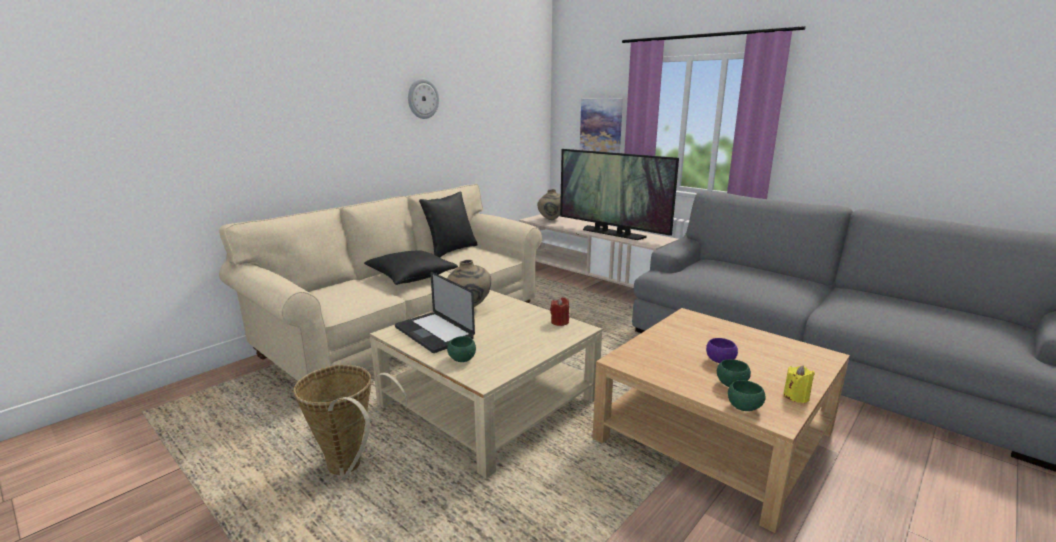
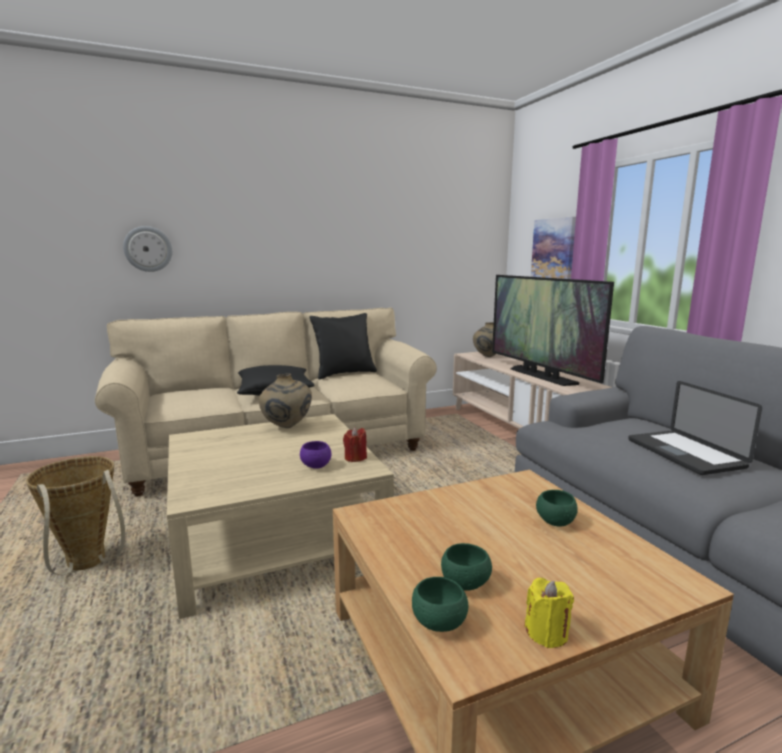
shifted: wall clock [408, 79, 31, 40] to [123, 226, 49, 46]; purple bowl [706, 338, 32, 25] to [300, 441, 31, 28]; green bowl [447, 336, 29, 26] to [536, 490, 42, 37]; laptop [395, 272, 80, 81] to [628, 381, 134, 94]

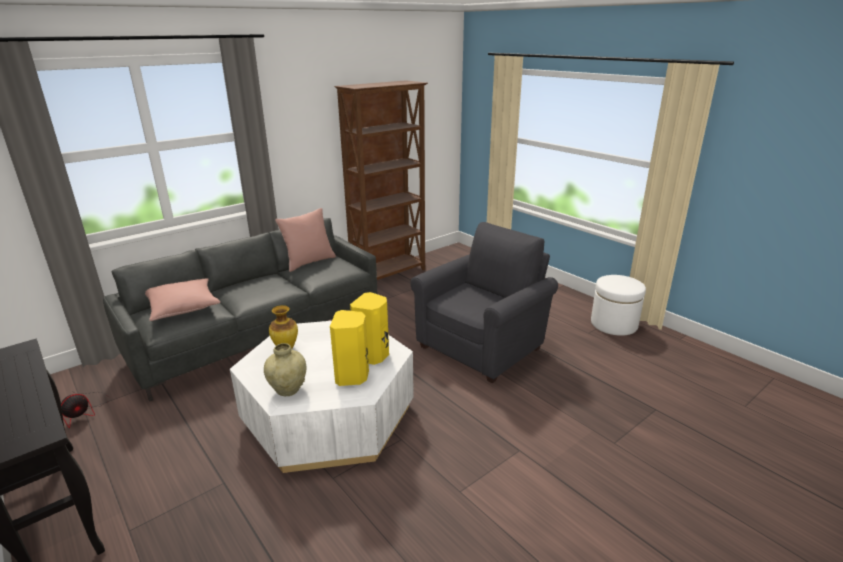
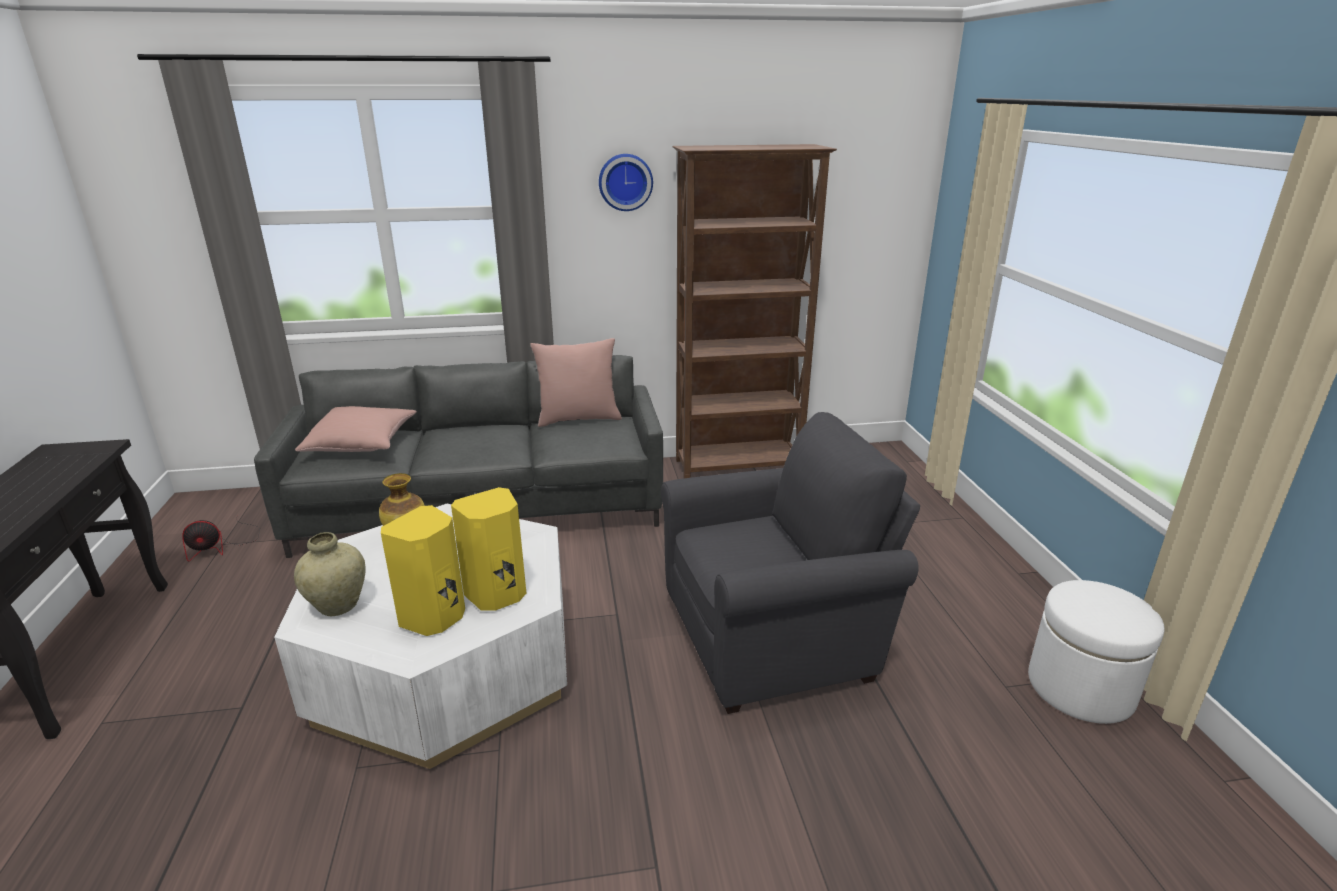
new: wall clock [599, 154, 54, 57]

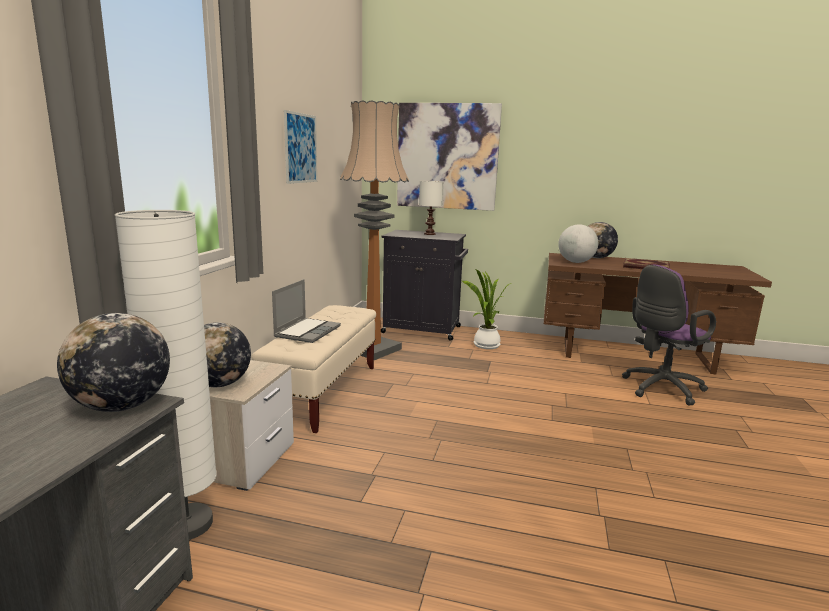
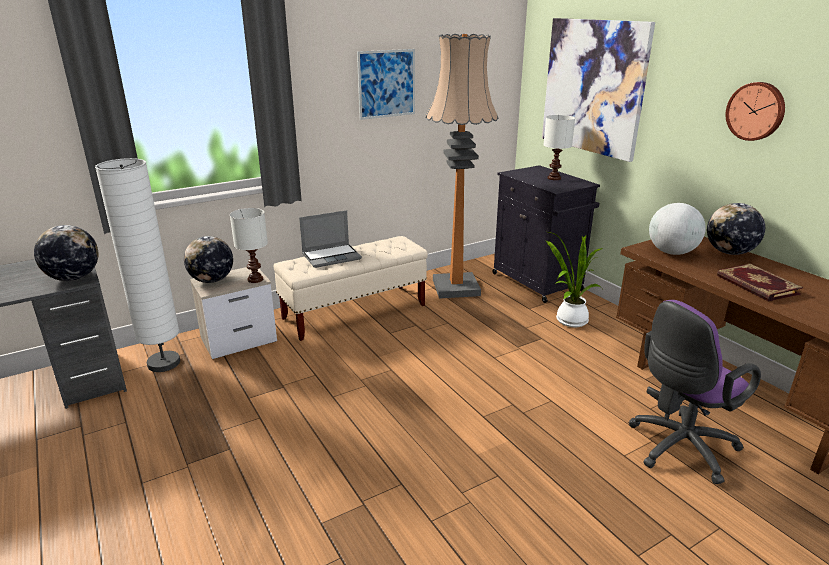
new: white table lamp [230, 208, 38, 75]; wall clock [726, 82, 59, 59]
rotated: purple office chair [622, 265, 94, 140] = [629, 300, 132, 184] 45 degrees counterclockwise

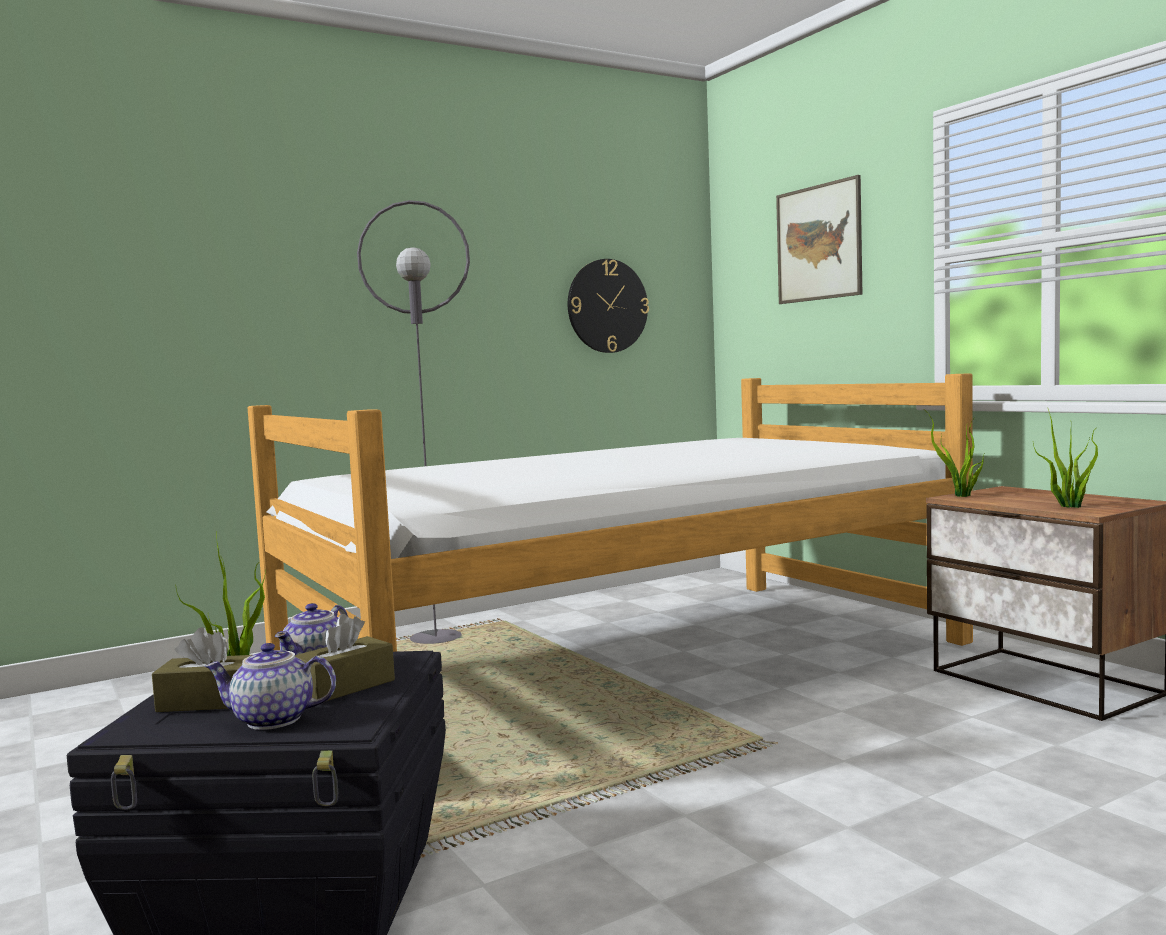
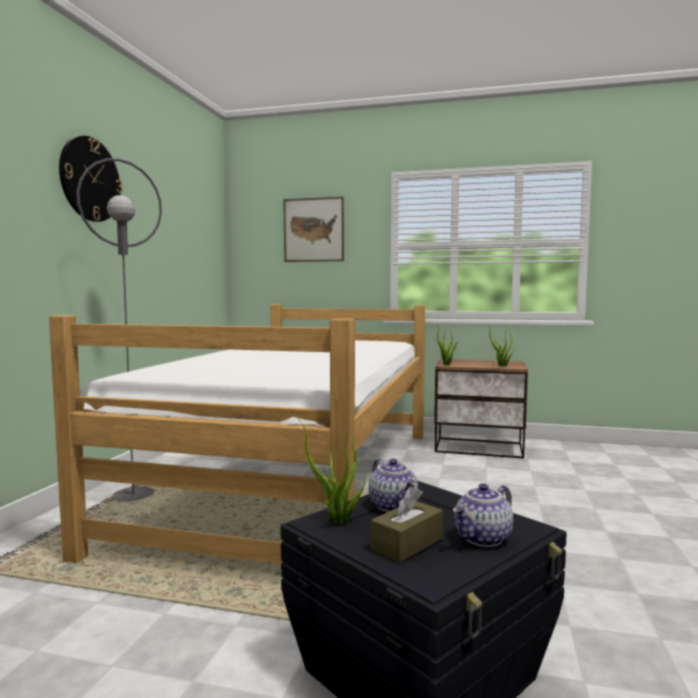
gone: brown tissue box [295, 614, 100, 87]
shifted: wall clock [568, 259, 81, 94] to [59, 136, 63, 86]

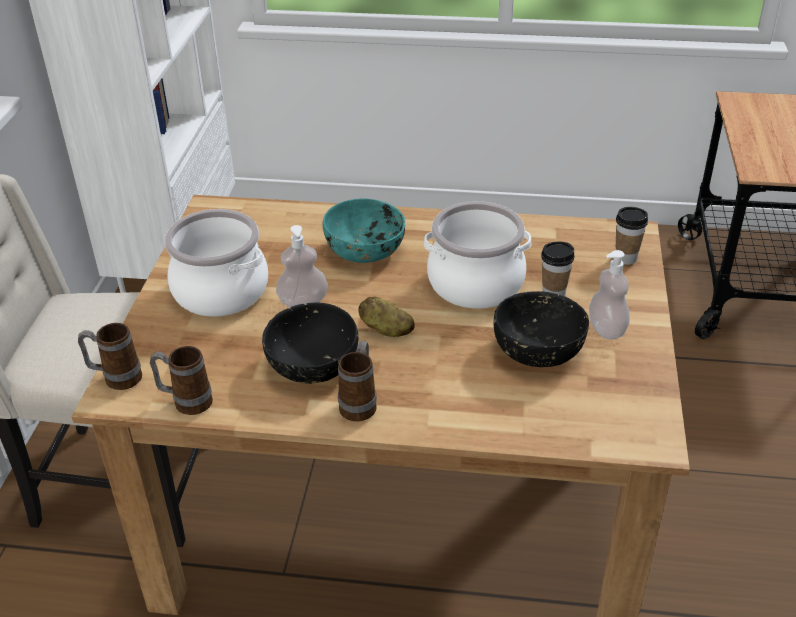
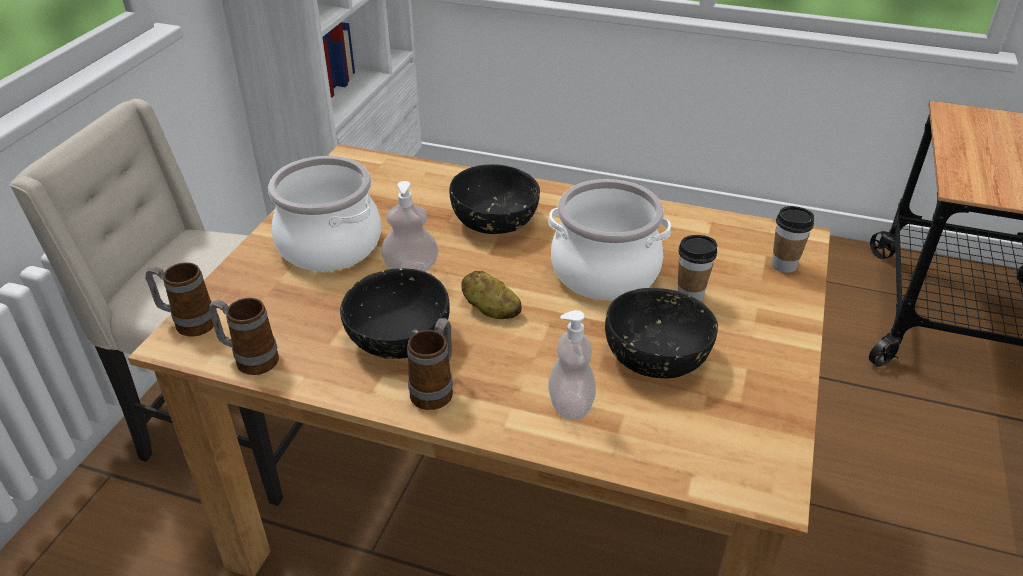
shifted: soap dispenser [589, 250, 41, 89] to [548, 310, 48, 110]
repainted: turquoise bowl [322, 199, 83, 64] to black bowl [449, 164, 91, 70]

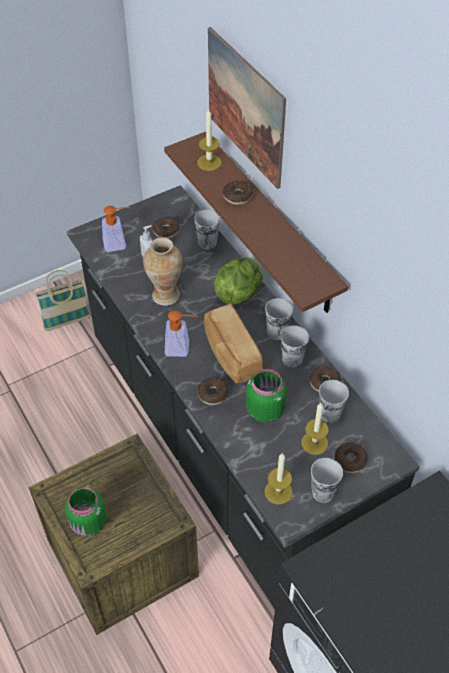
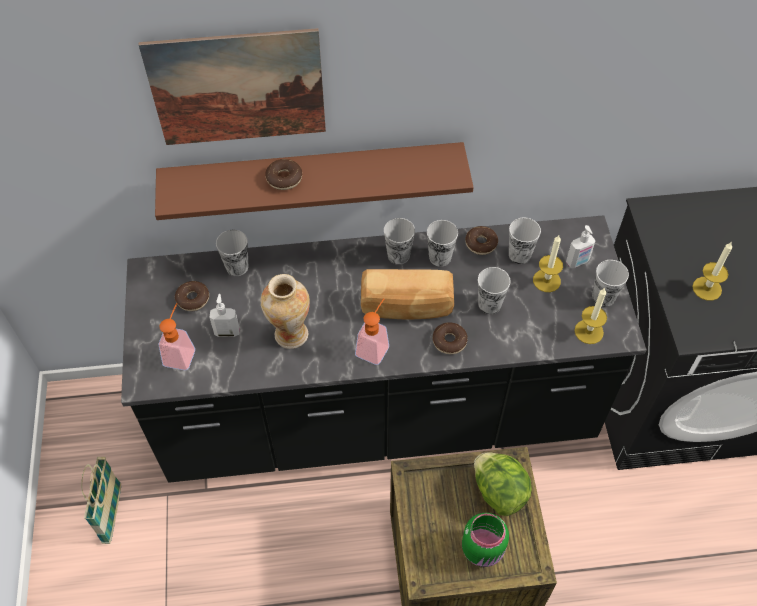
shifted: lettuce [213, 257, 50, 47] to [474, 452, 58, 64]; candle [197, 108, 25, 63] to [692, 242, 40, 59]
swapped: green jar [246, 369, 41, 54] to cup [478, 267, 32, 47]; donut [334, 443, 34, 30] to soap dispenser [566, 225, 30, 43]

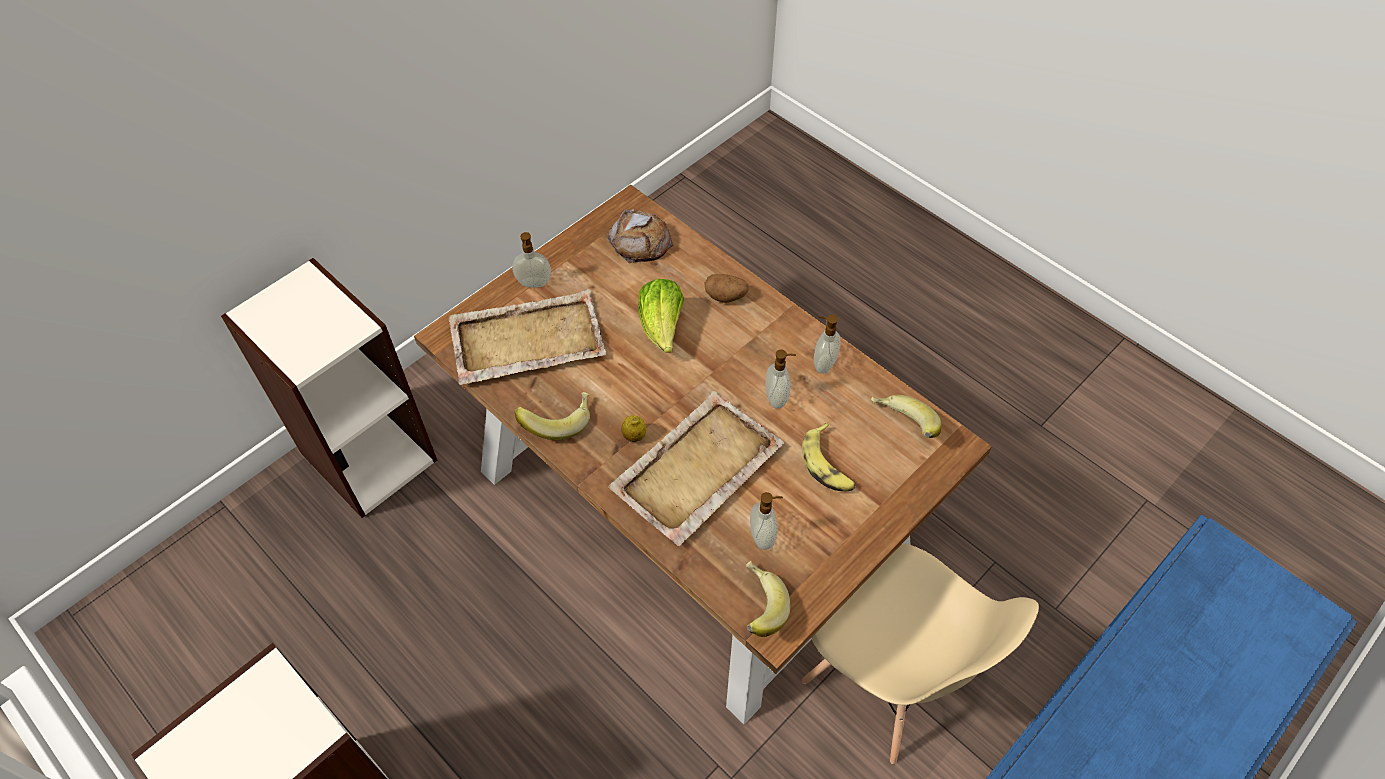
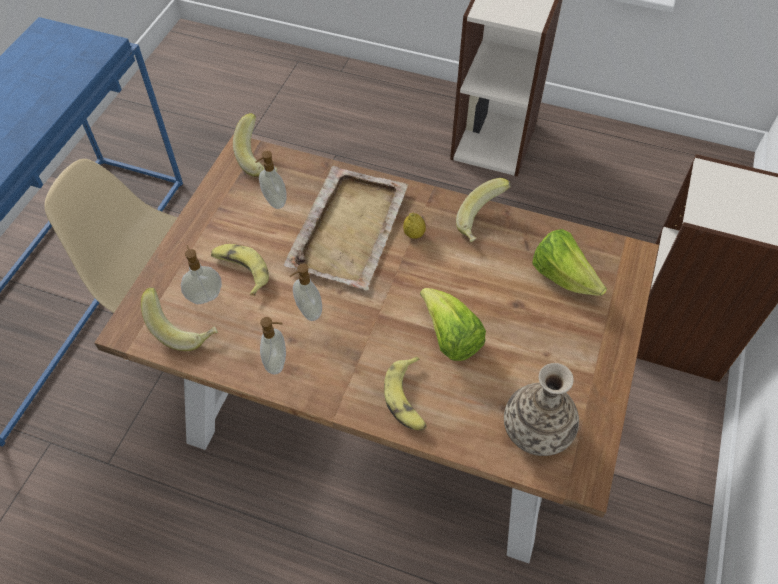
shifted: soap dispenser [512, 232, 39, 56] to [181, 245, 41, 59]
swapped: potato [704, 274, 45, 29] to banana [384, 356, 43, 75]; bread [608, 209, 65, 54] to vase [504, 363, 75, 93]; beige tray [448, 289, 158, 96] to lettuce [532, 229, 75, 67]

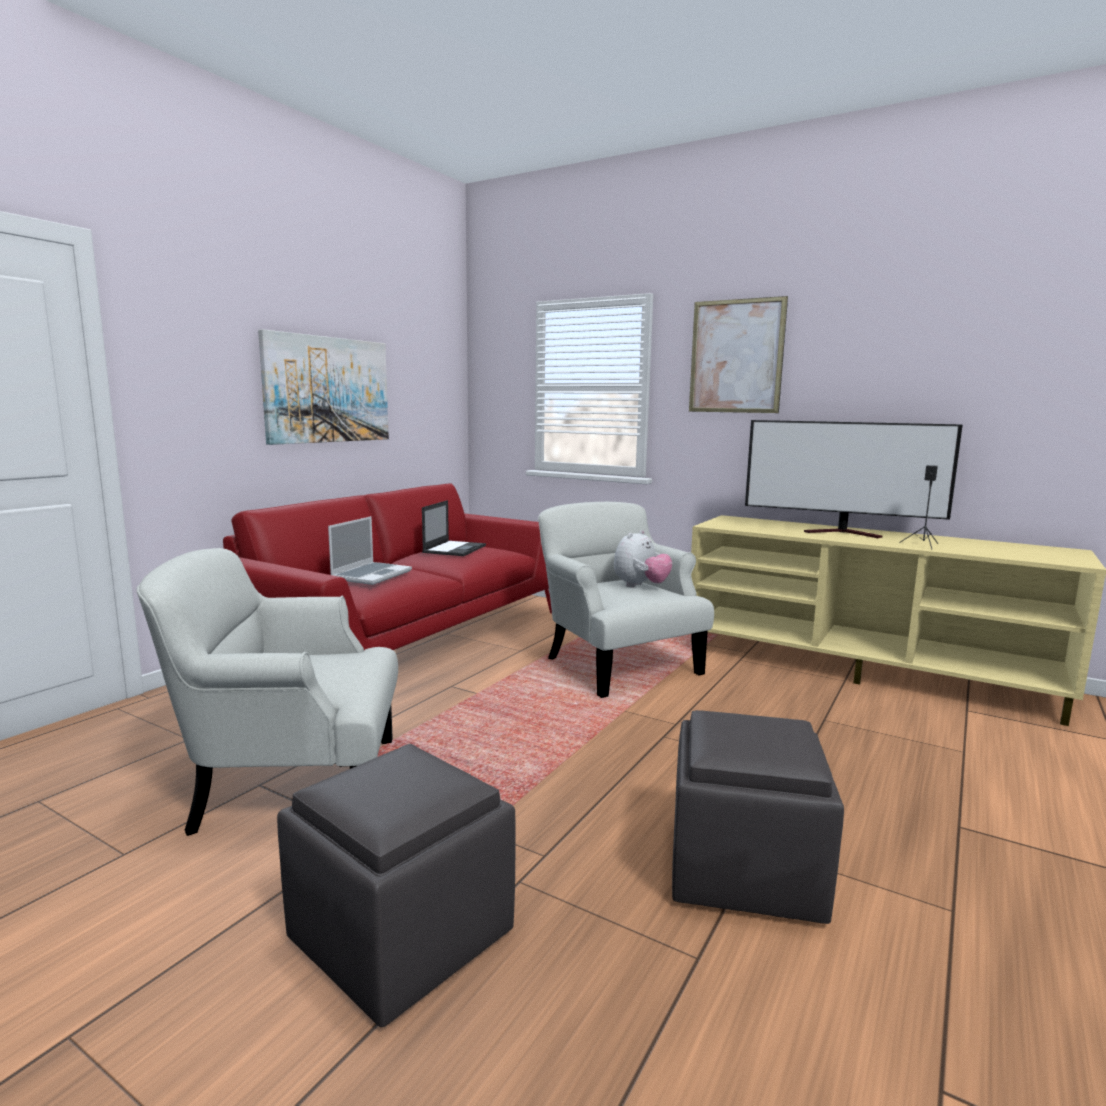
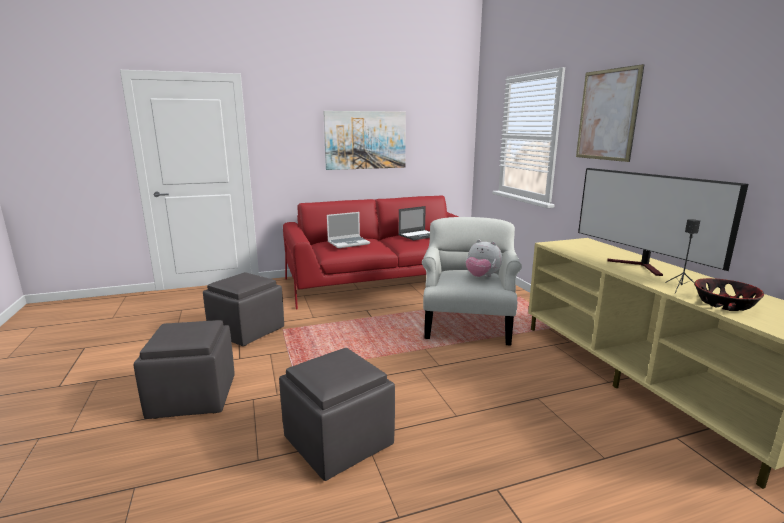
new: bowl [694, 278, 70, 33]
swapped: white armchair [137, 548, 261, 288] to grey ottoman [203, 272, 81, 74]
rotated: plush toy [614, 530, 58, 57] = [466, 240, 36, 37] 45 degrees clockwise

